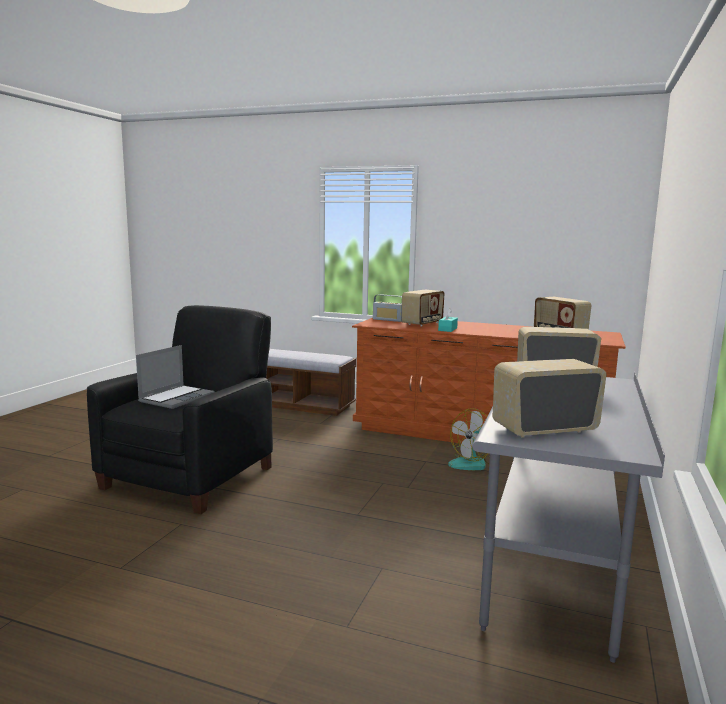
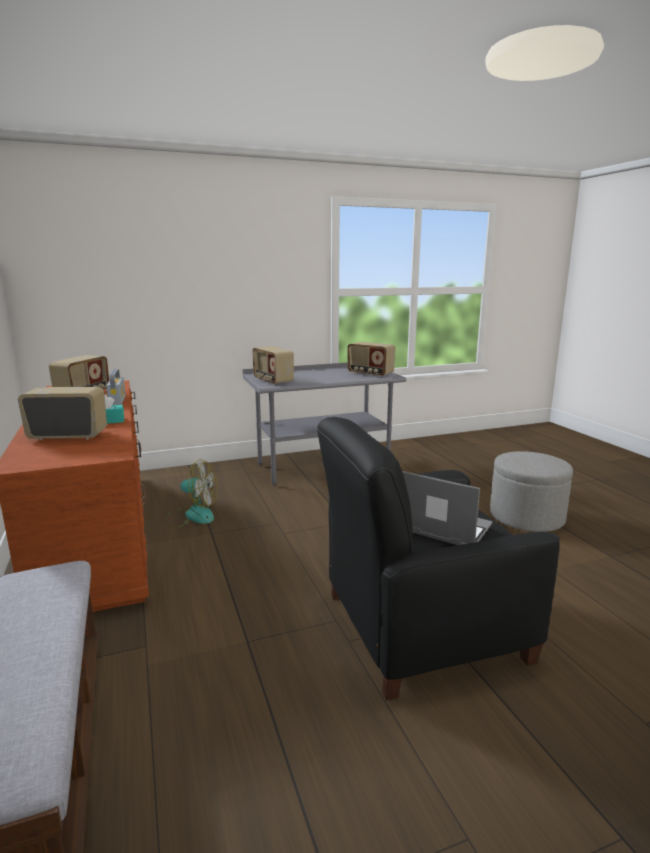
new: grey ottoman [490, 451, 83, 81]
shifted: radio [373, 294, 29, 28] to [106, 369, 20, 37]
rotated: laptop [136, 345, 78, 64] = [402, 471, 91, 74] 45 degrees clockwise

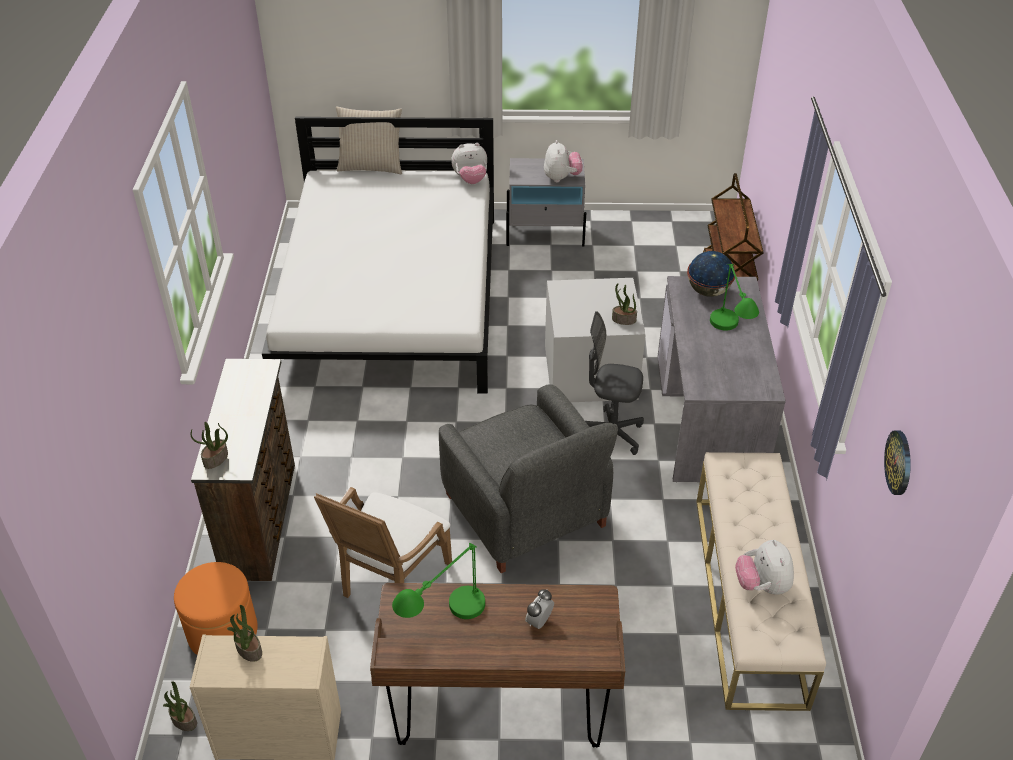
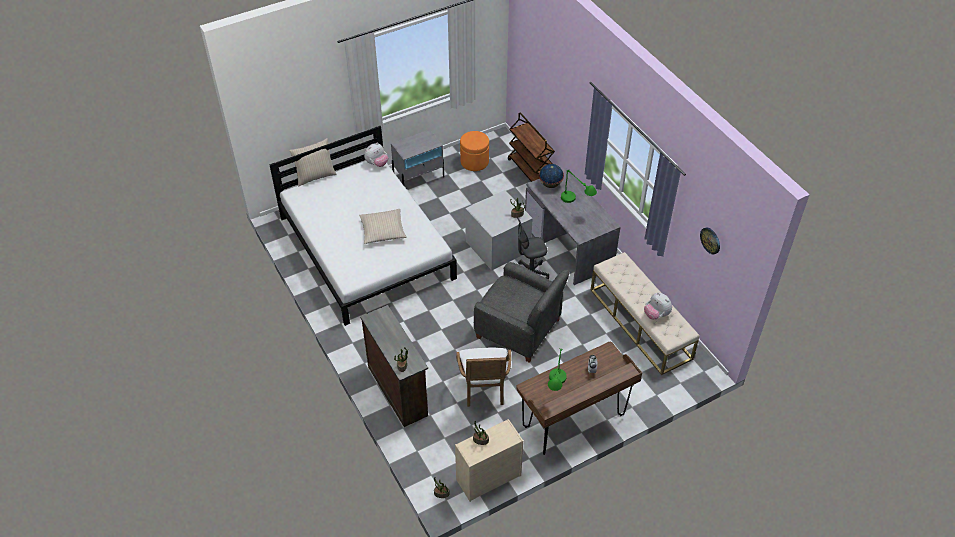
gone: plush toy [544, 140, 38, 42]
new: beige pillow [359, 209, 48, 35]
shifted: orange ottoman [174, 562, 84, 93] to [460, 131, 29, 40]

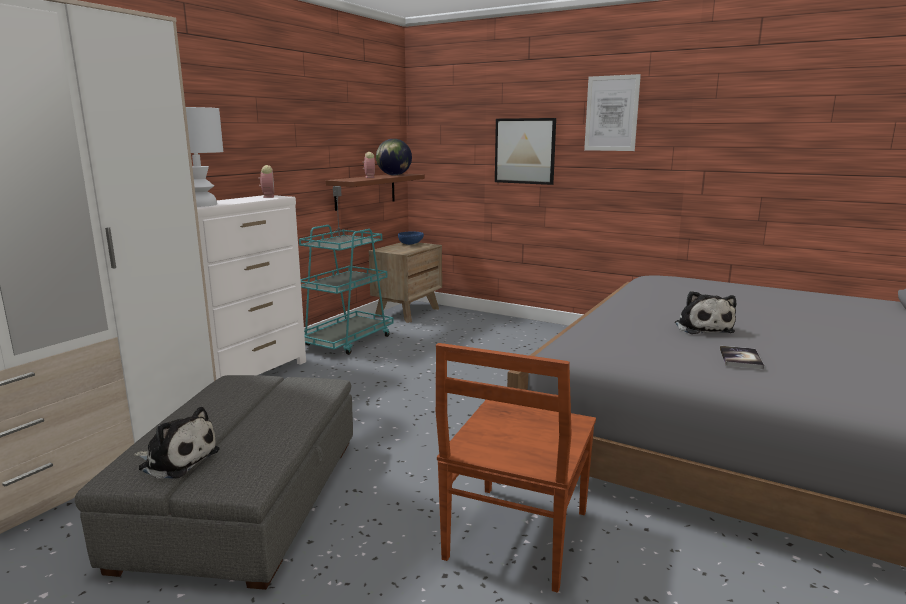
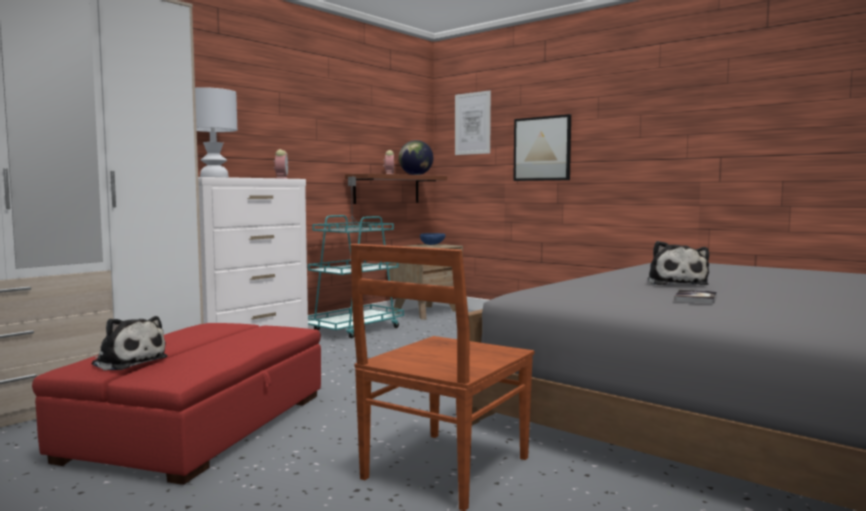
shifted: picture [584, 74, 57, 77] to [455, 90, 36, 65]
repainted: grey ottoman [75, 375, 278, 215] to red ottoman [32, 323, 289, 162]

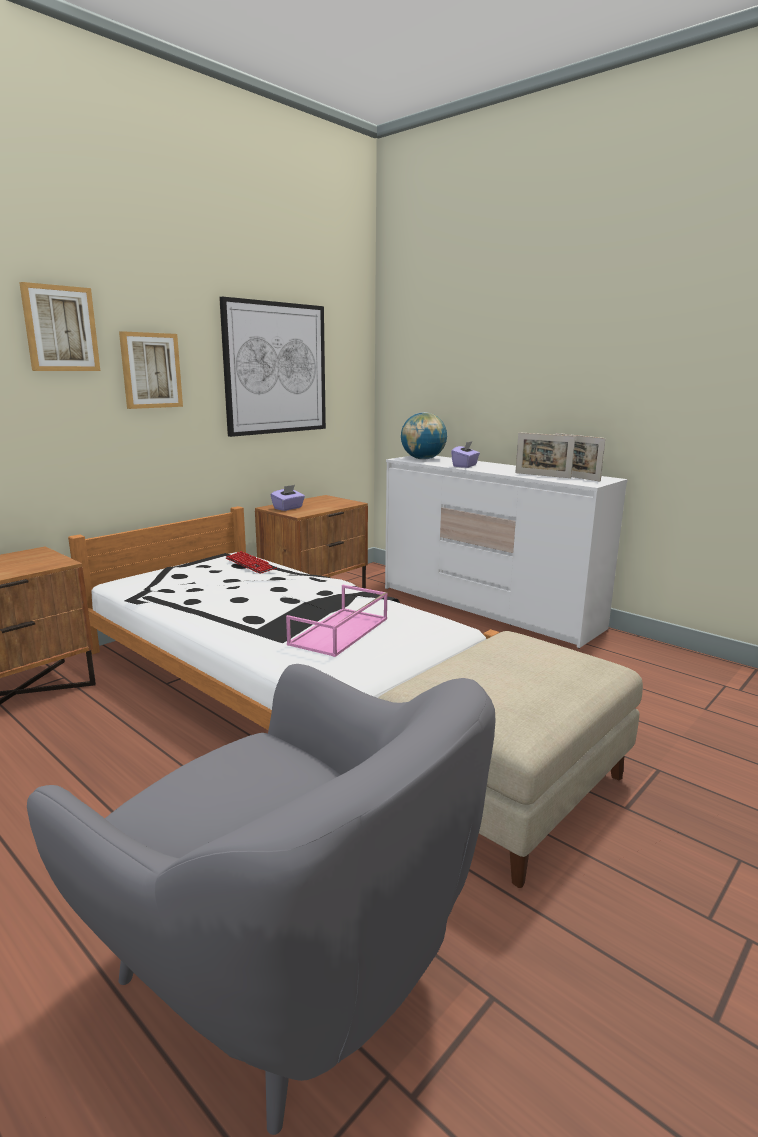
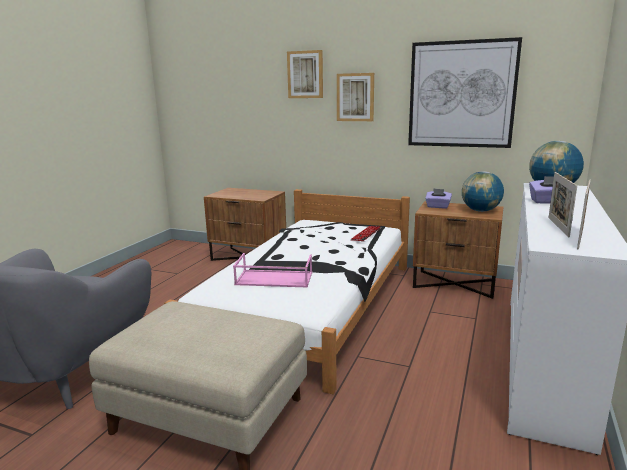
new: globe [462, 171, 42, 41]

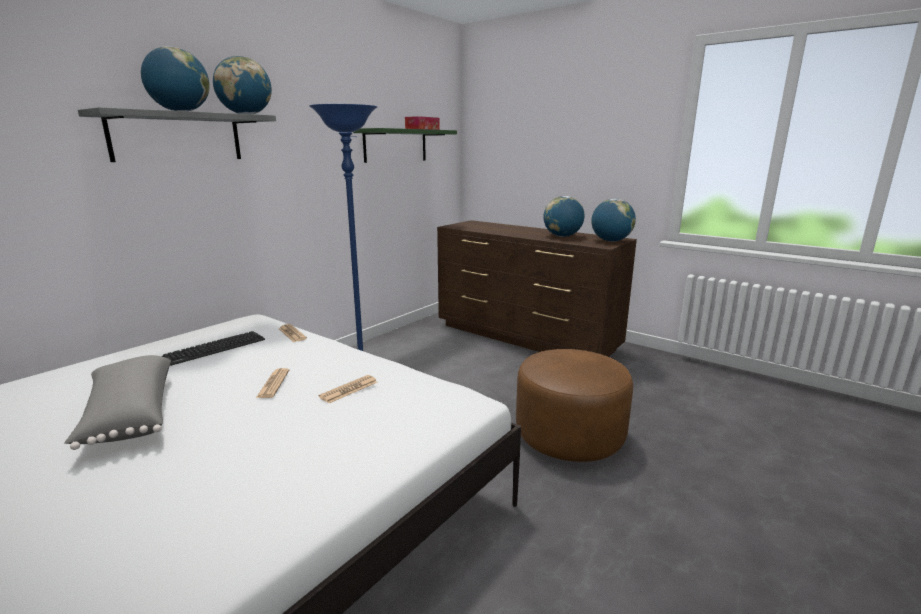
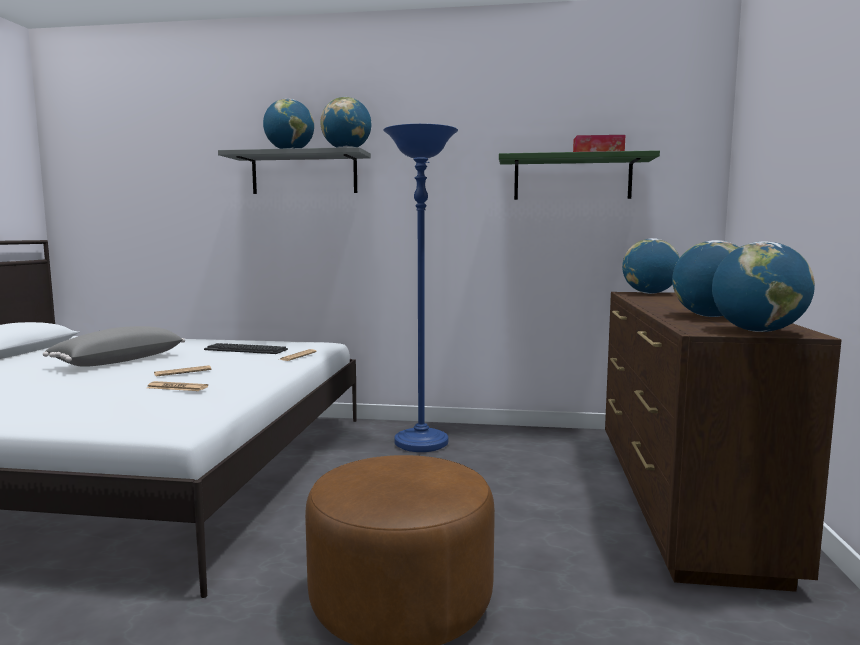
new: globe [622, 238, 58, 56]

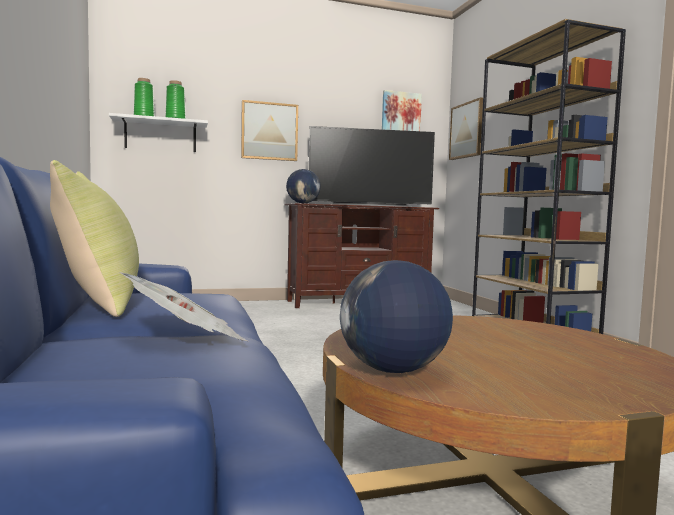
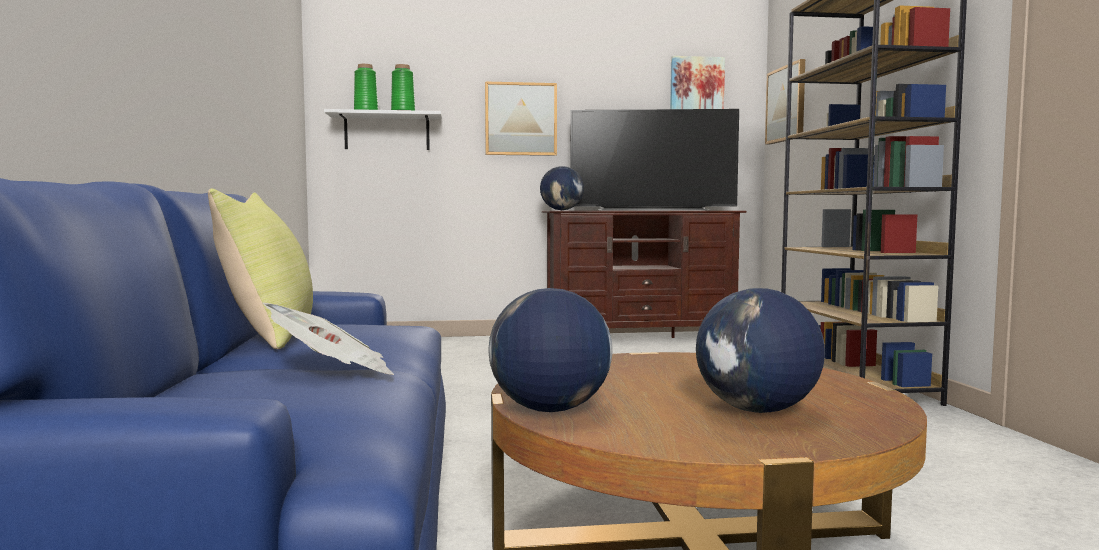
new: globe [696, 288, 129, 125]

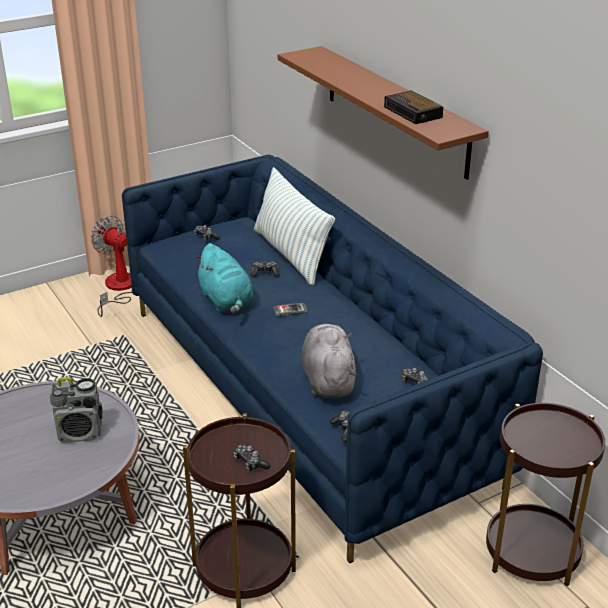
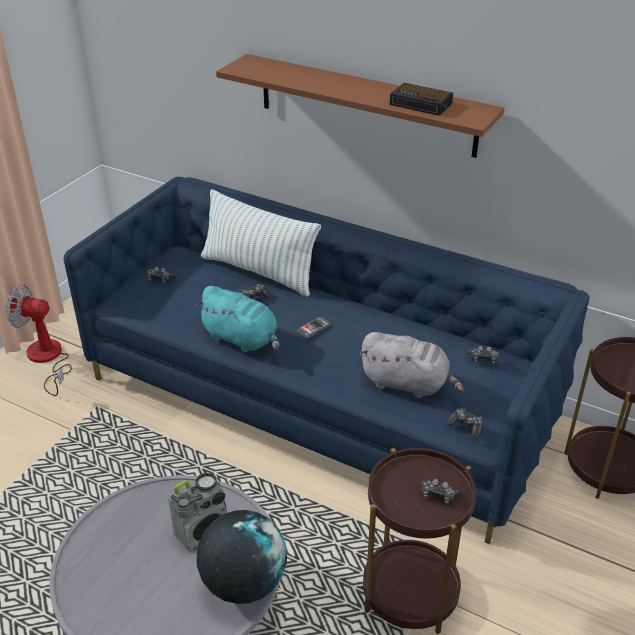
new: globe [197, 510, 90, 94]
rotated: grey plush toy [301, 324, 56, 74] = [359, 332, 105, 66] 150 degrees clockwise

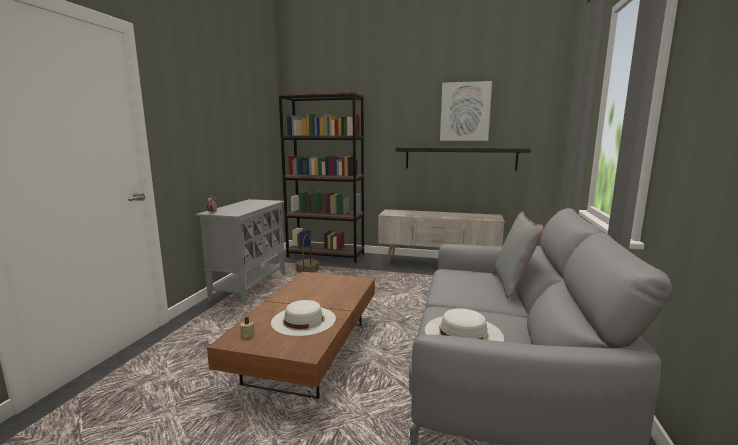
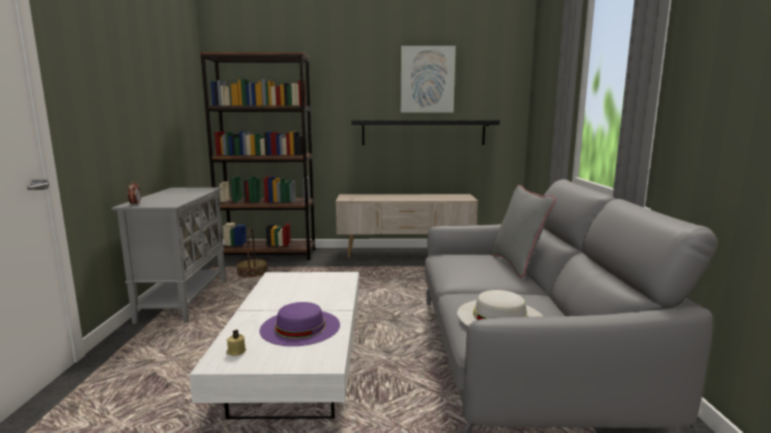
repainted: brown coffee table [207, 272, 168, 127] to white coffee table [189, 272, 170, 147]; white hat [271, 300, 65, 36] to purple hat [259, 302, 81, 44]

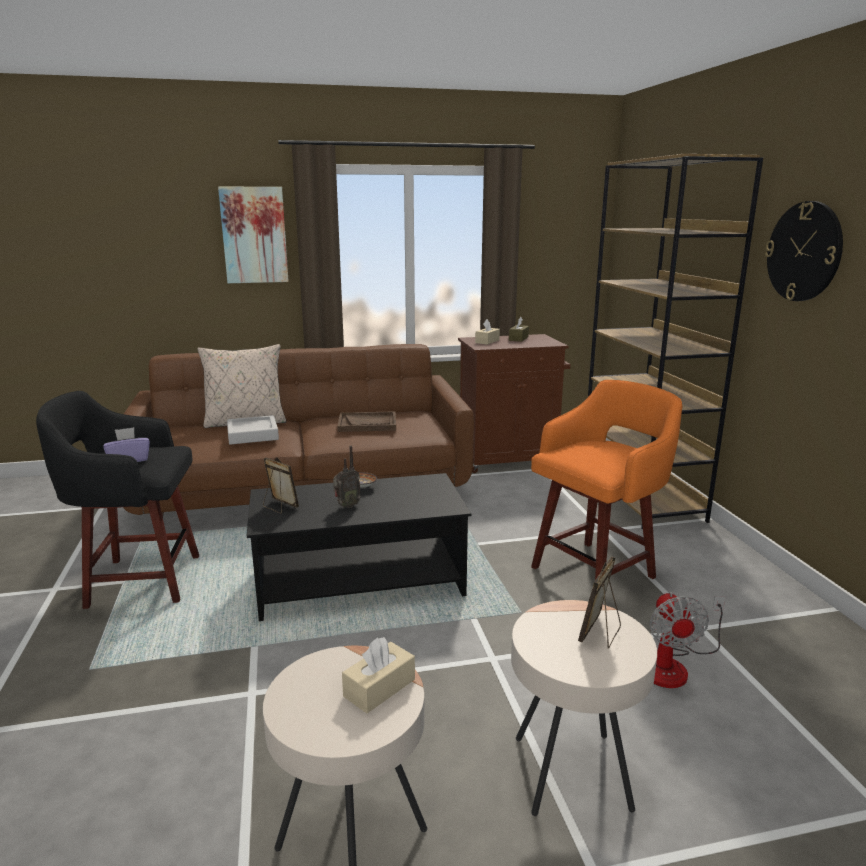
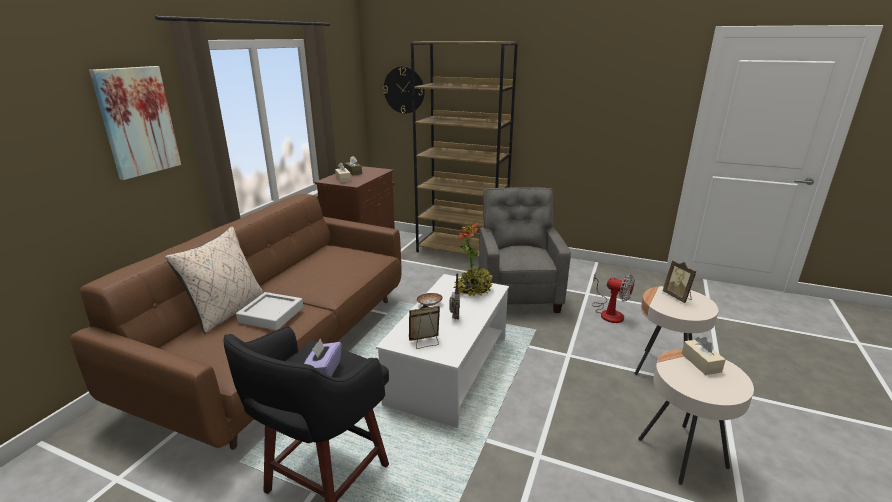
gone: brown tray [337, 411, 59, 21]
new: potted plant [453, 222, 40, 74]
shifted: wall clock [765, 201, 78, 100] to [383, 66, 42, 47]
swapped: orange stool [531, 380, 152, 225] to grey armchair [479, 187, 92, 126]
repainted: black coffee table [247, 473, 224, 148] to white coffee table [376, 274, 133, 154]

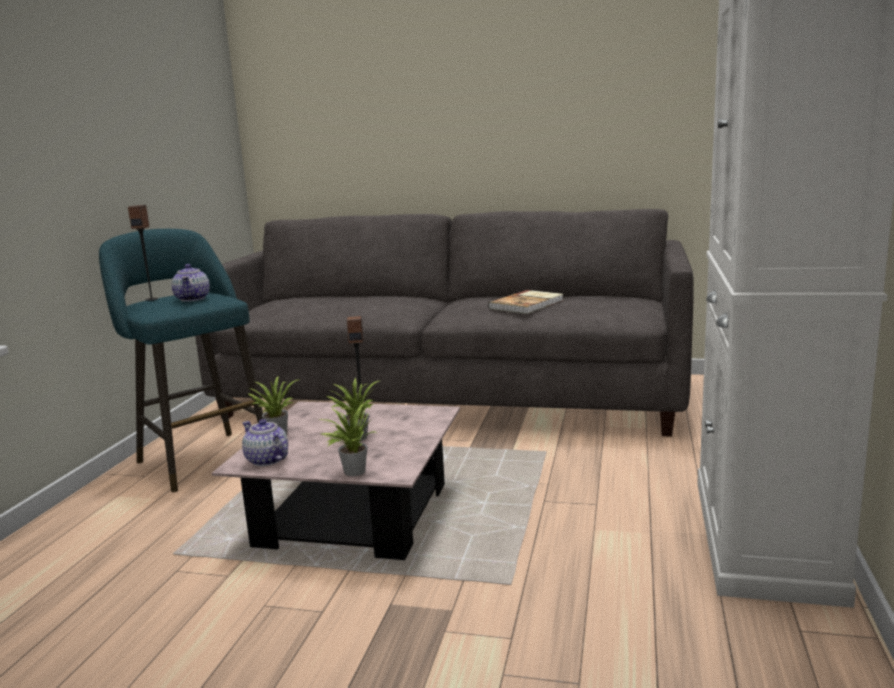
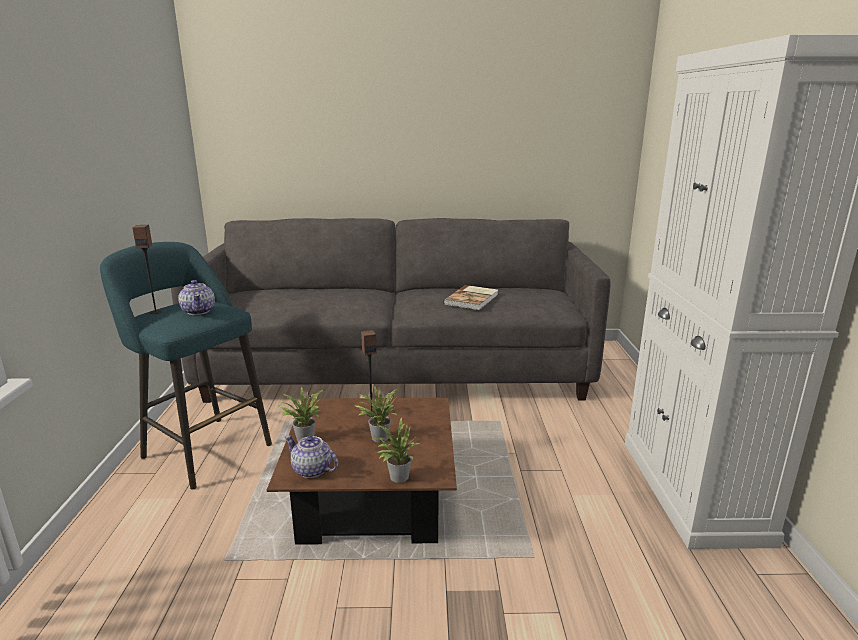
repainted: pink coffee table [212, 401, 248, 159] to brown coffee table [267, 398, 190, 147]

